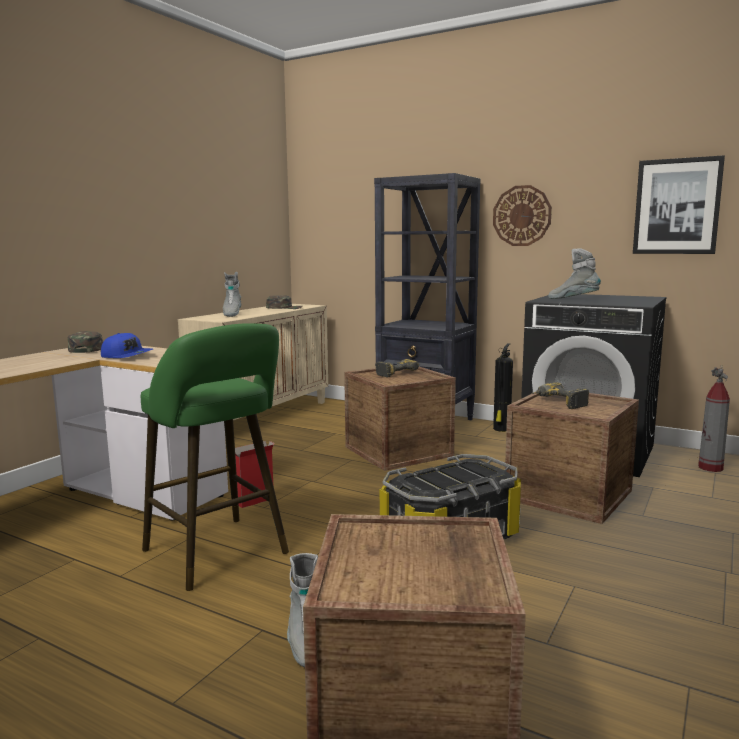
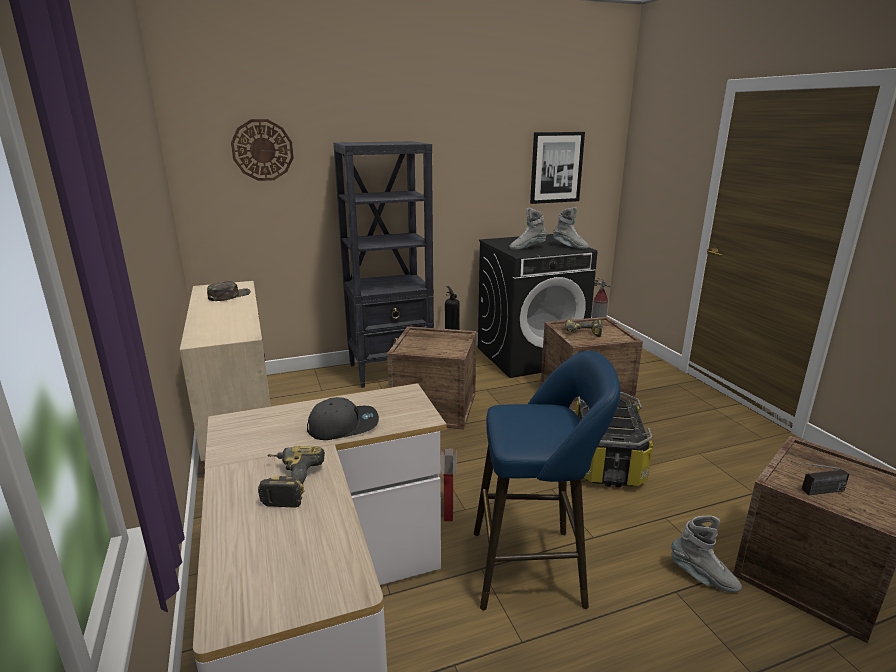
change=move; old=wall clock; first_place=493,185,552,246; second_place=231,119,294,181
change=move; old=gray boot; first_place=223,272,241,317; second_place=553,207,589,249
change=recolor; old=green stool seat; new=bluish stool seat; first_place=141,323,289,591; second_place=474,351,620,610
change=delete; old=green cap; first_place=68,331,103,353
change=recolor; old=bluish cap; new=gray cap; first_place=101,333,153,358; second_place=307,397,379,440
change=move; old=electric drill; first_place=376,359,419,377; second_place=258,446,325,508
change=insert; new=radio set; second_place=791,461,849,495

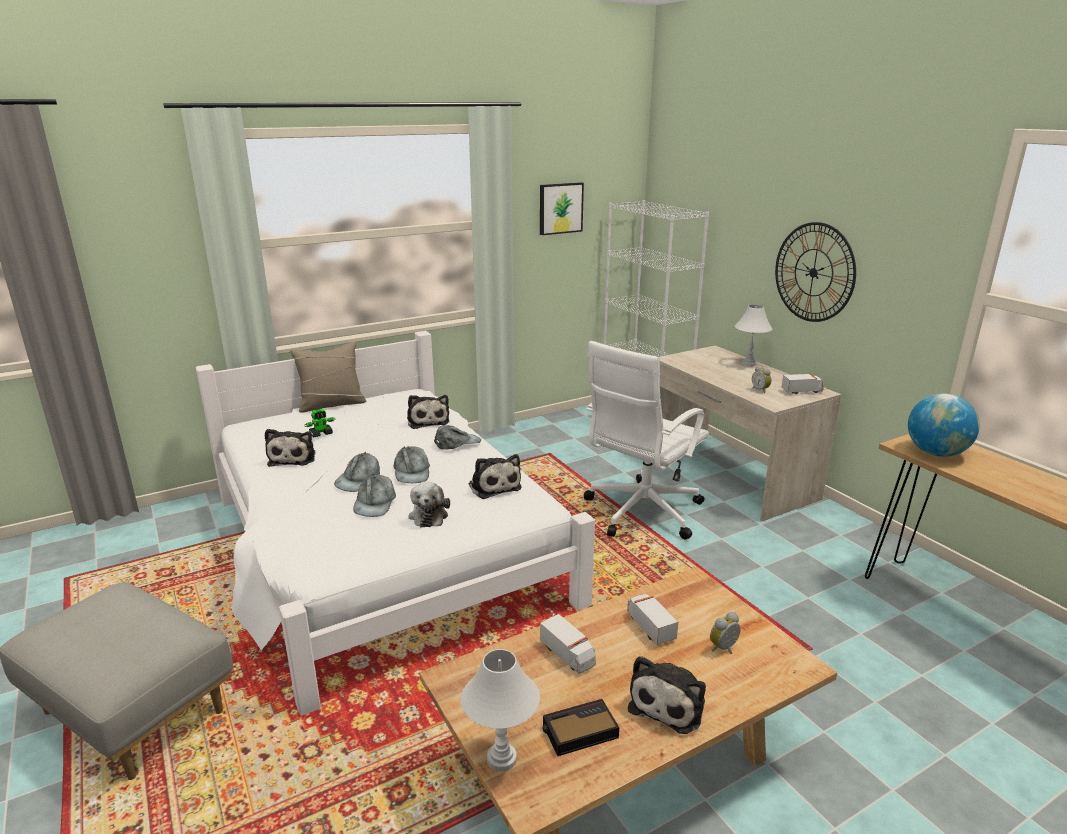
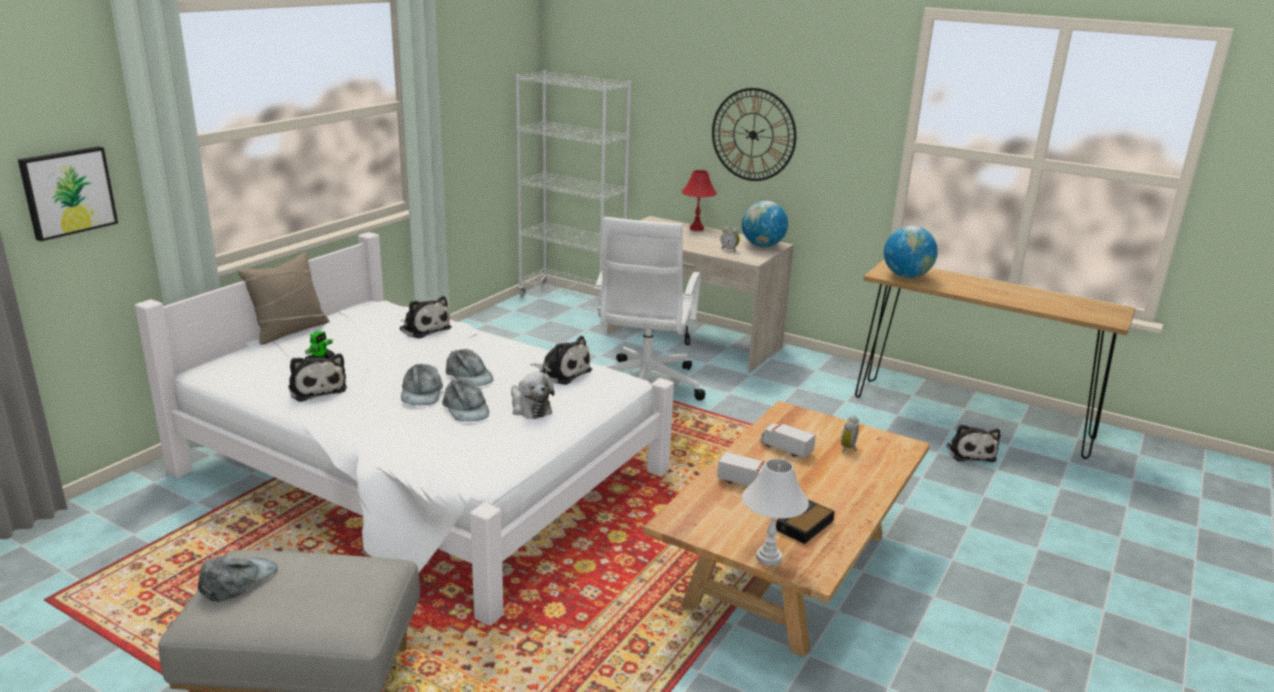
change=move; old=wall picture; first_place=540,182,584,235; second_place=18,146,118,241
change=recolor; old=white-coloured table lamp; new=reddish table lamp; first_place=735,305,772,367; second_place=681,170,717,231
change=replace; old=toy truck; new=world globe; first_place=782,373,824,394; second_place=742,201,788,247
change=move; old=gray cap; first_place=434,425,481,450; second_place=198,555,278,602
change=move; old=soft toy; first_place=628,656,706,734; second_place=947,424,1000,462

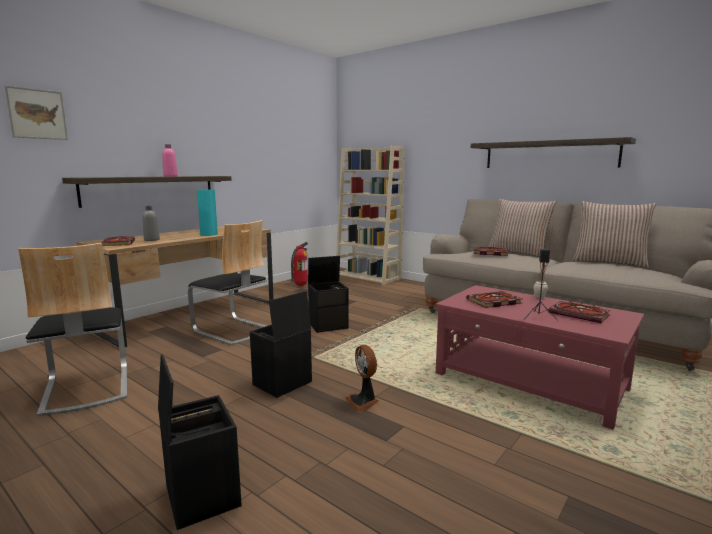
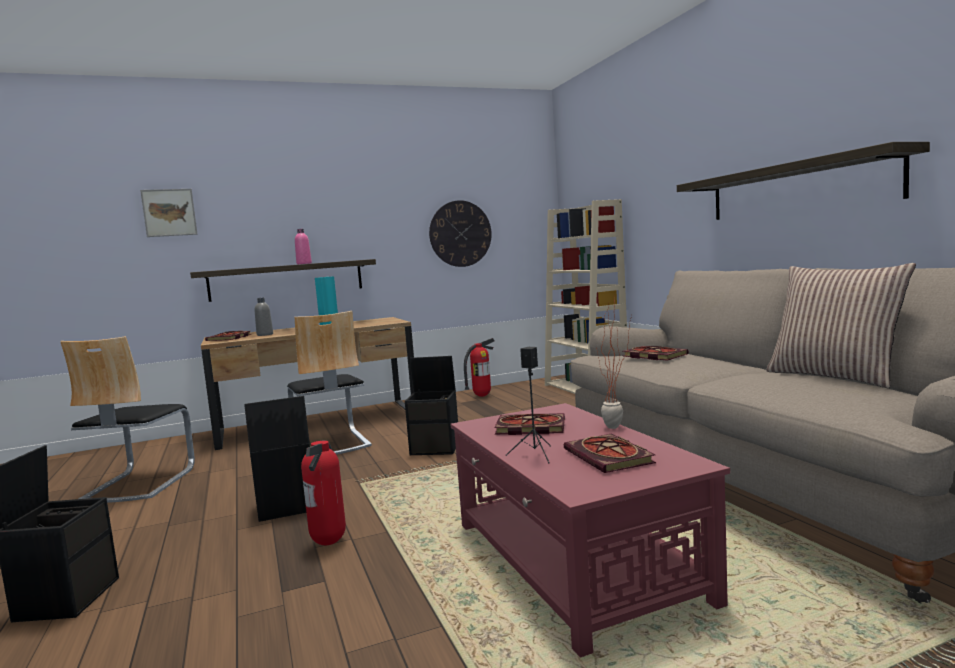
change=delete; old=throw pillow; first_place=488,199,557,257
change=replace; old=cooling fan; new=fire-fighting cylinder; first_place=345,345,379,412; second_place=301,440,346,545
change=insert; new=wall clock; second_place=429,200,492,267

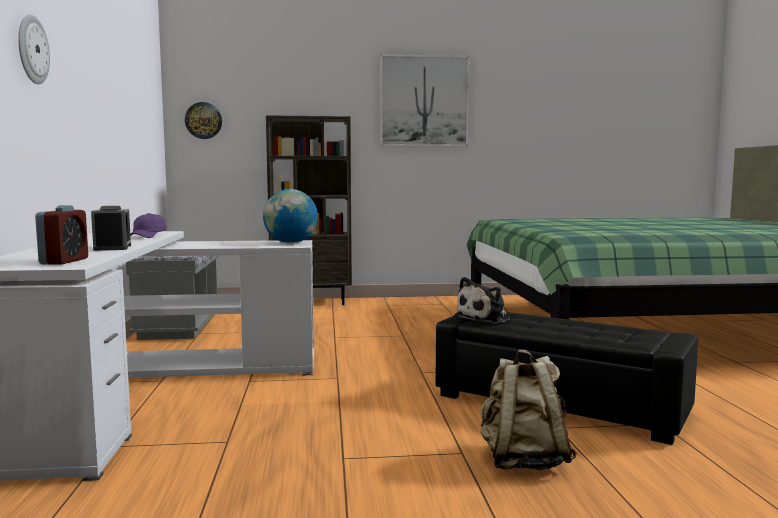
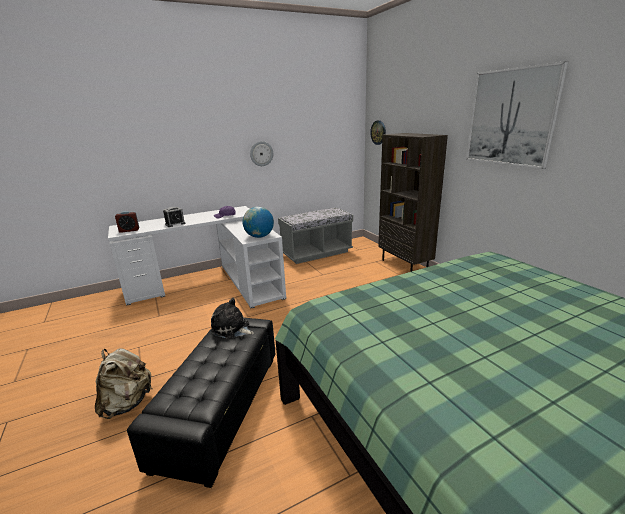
change=move; old=wall clock; first_place=18,15,50,84; second_place=250,141,273,166

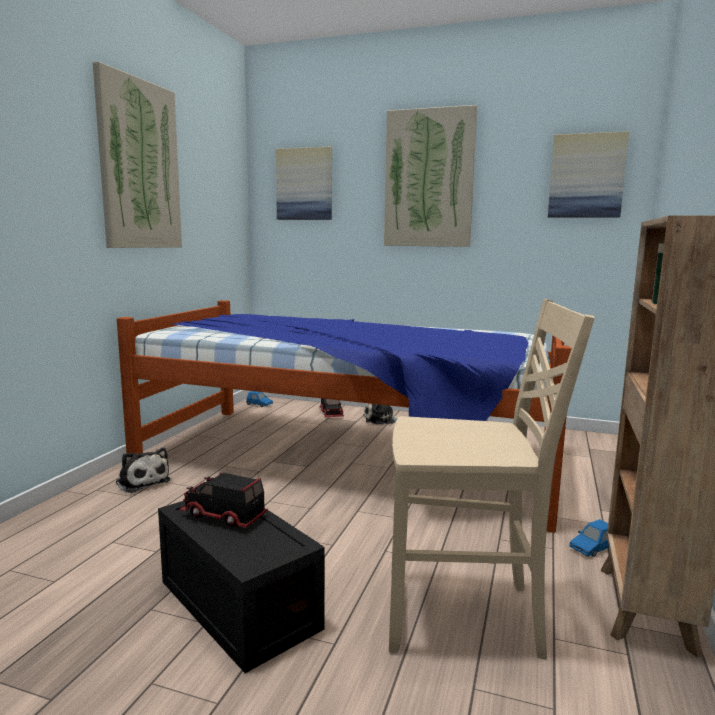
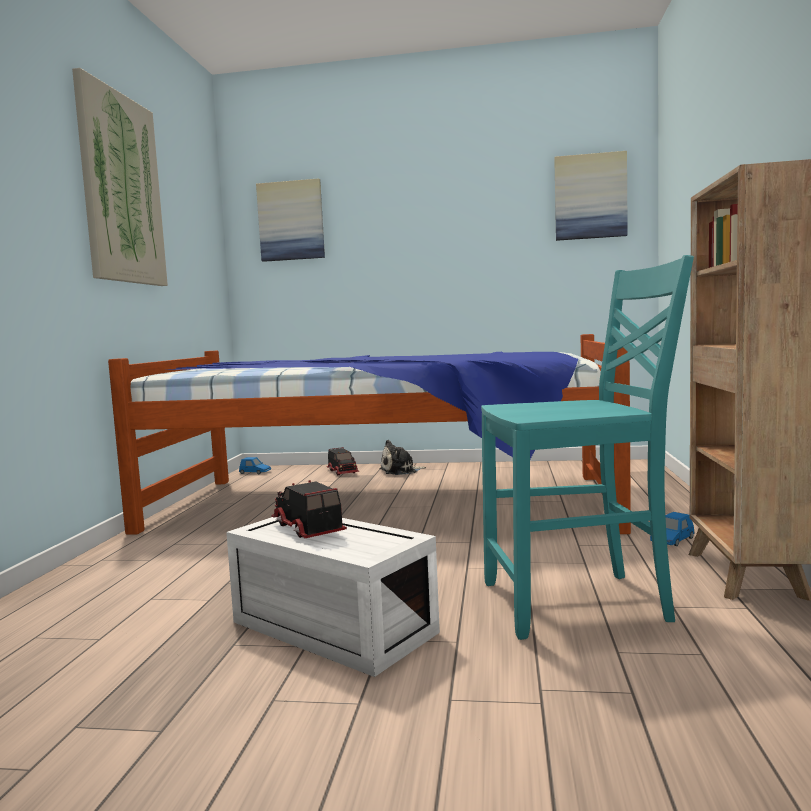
change=delete; old=wall picture; first_place=384,105,477,247
change=recolor; old=beige plain chair; new=turquoise plain chair; first_place=389,299,595,660; second_place=481,255,694,640
change=delete; old=soft toy; first_place=116,447,170,493
change=rotate; old=toy truck; first_place=179,473,268,528; second_place=271,480,347,538; degrees=45
change=recolor; old=black-coloured storage bin; new=white-coloured storage bin; first_place=158,501,325,673; second_place=226,517,440,677

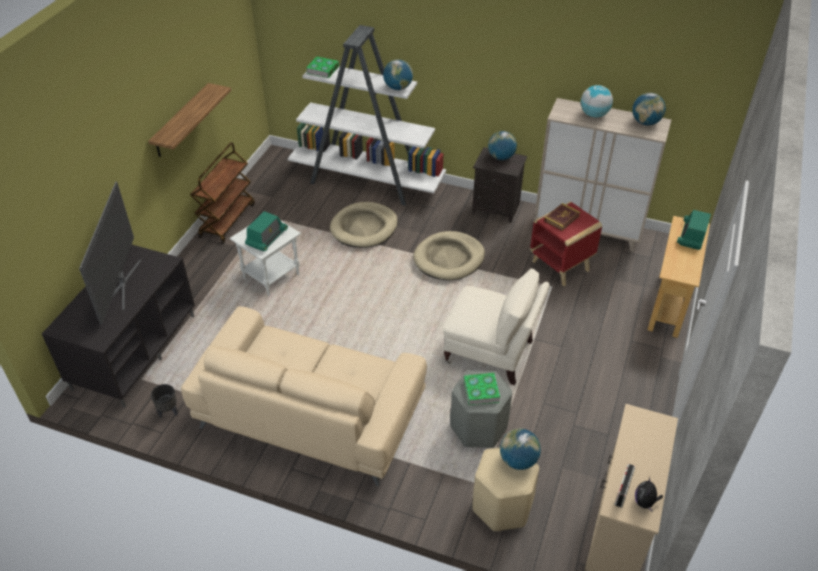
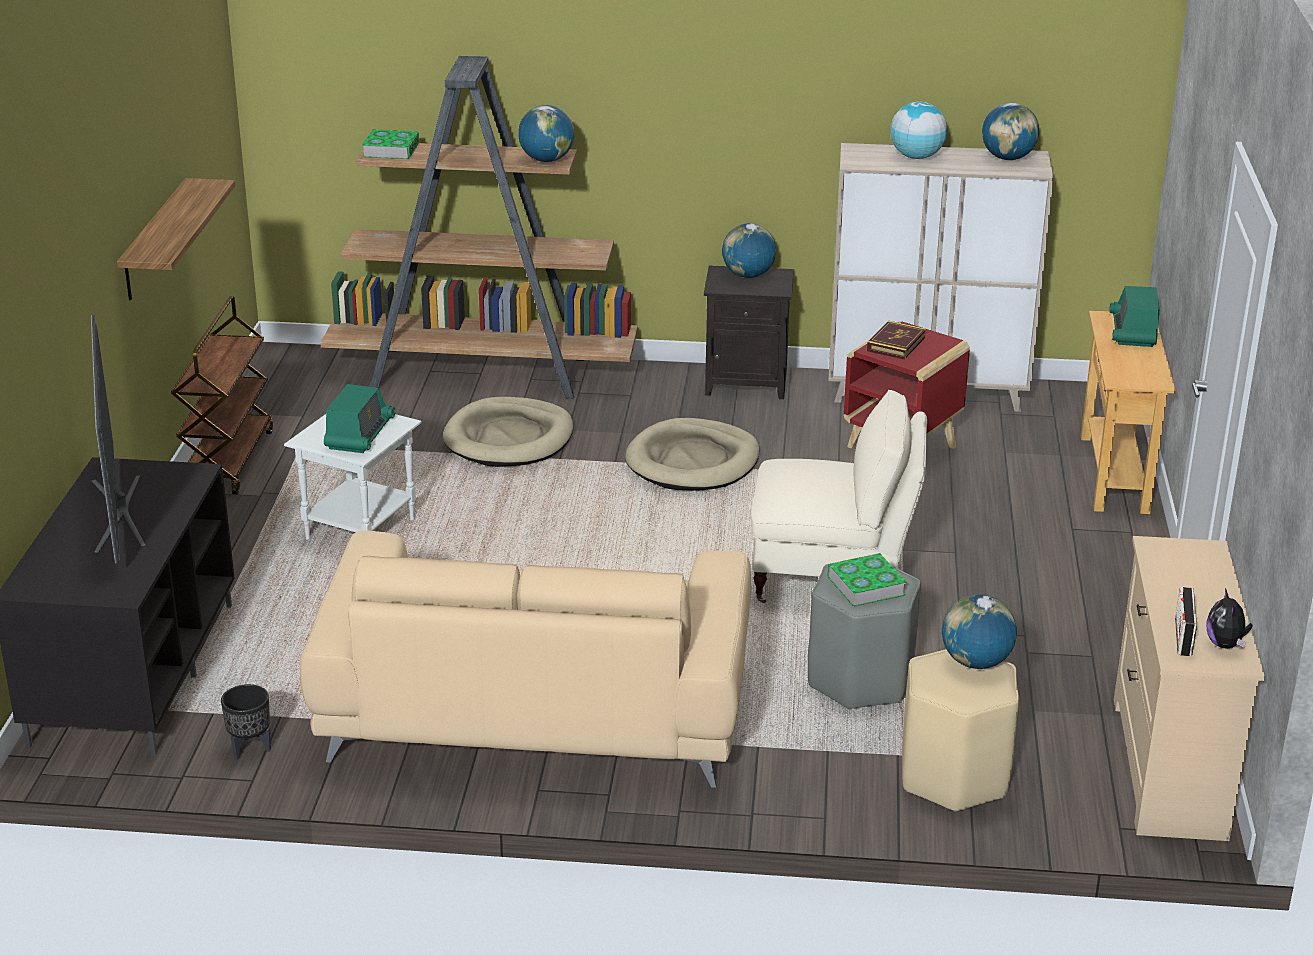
change=recolor; old=white-coloured shelving unit; new=brown-coloured shelving unit; first_place=288,25,446,206; second_place=320,56,638,399

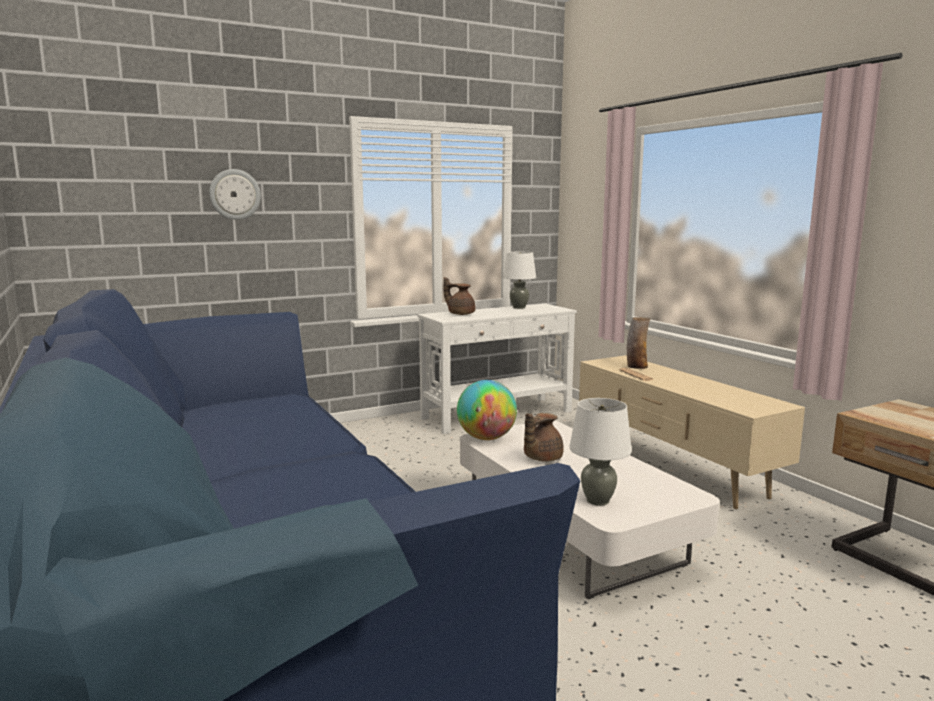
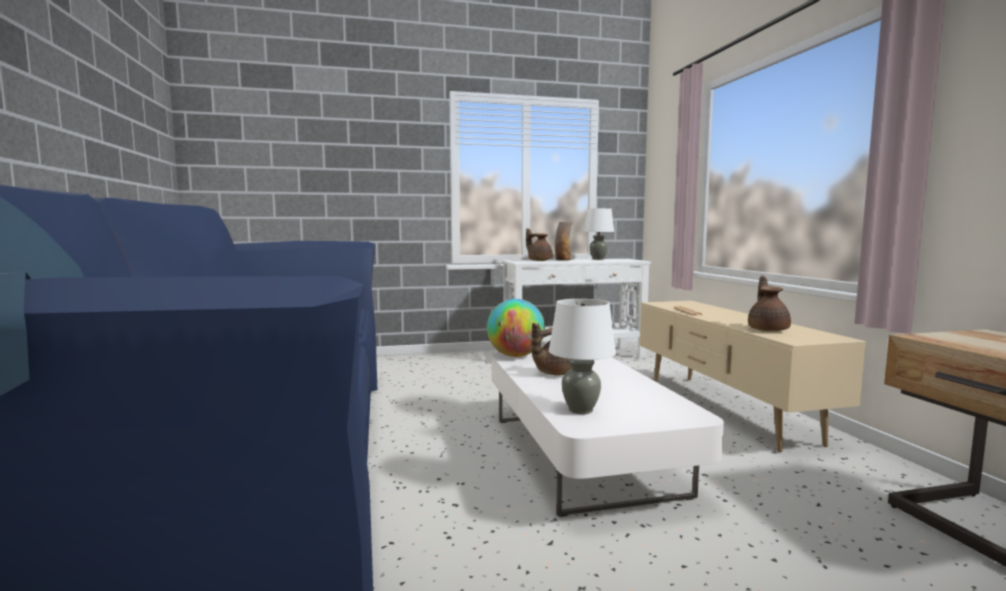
change=delete; old=wall clock; first_place=209,169,261,220
change=move; old=flower vase; first_place=627,317,650,369; second_place=555,221,573,260
change=insert; new=brown-coloured pot for tea; second_place=748,276,791,331

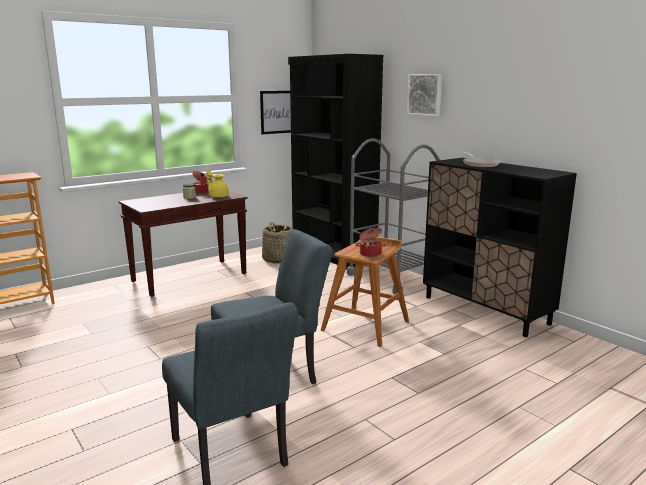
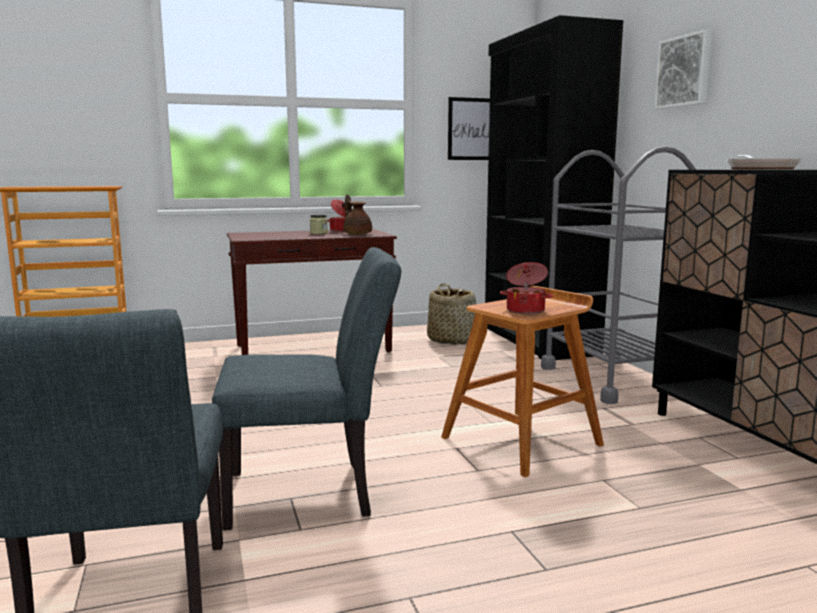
change=recolor; old=yellow pot for tea; new=brown-coloured pot for tea; first_place=206,169,229,198; second_place=343,194,372,235

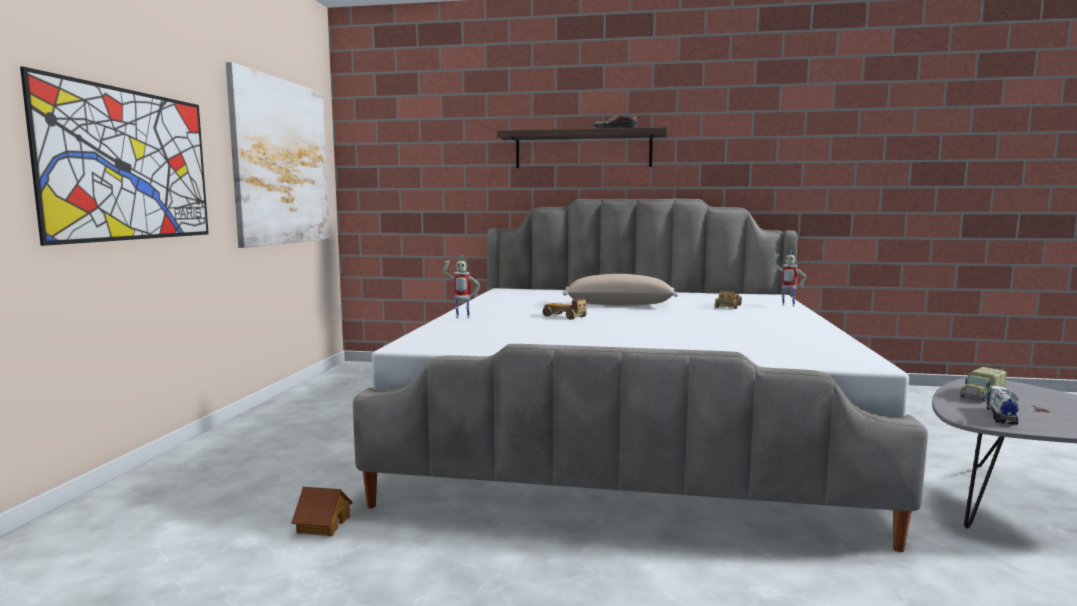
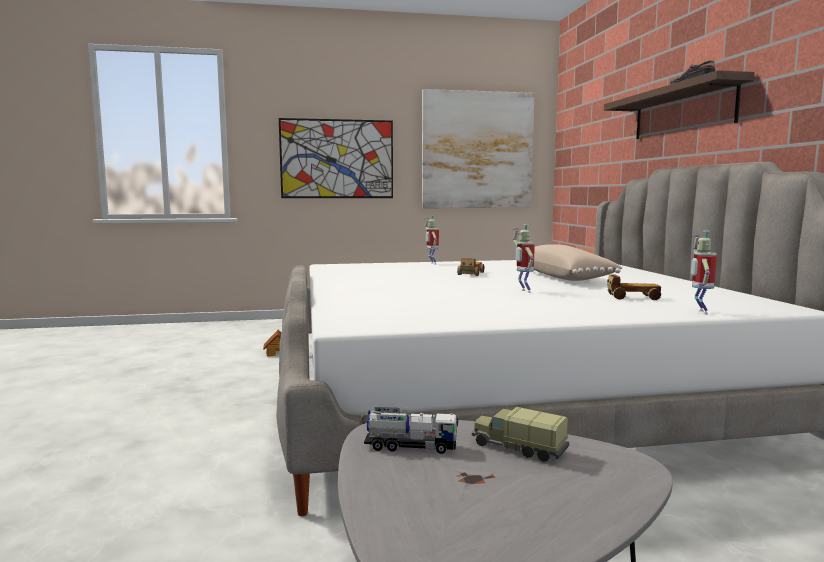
change=insert; new=toy robot; second_place=512,224,535,293

